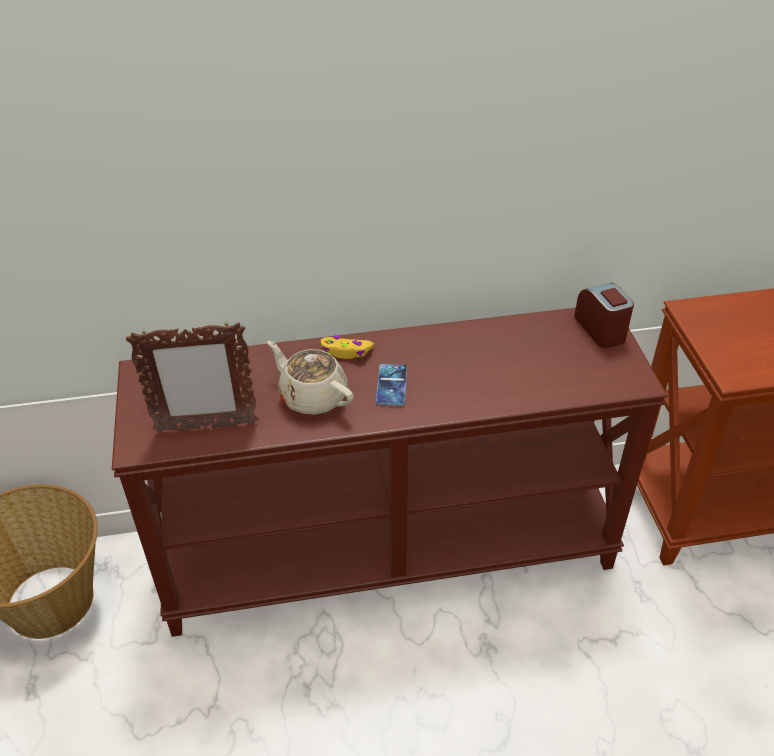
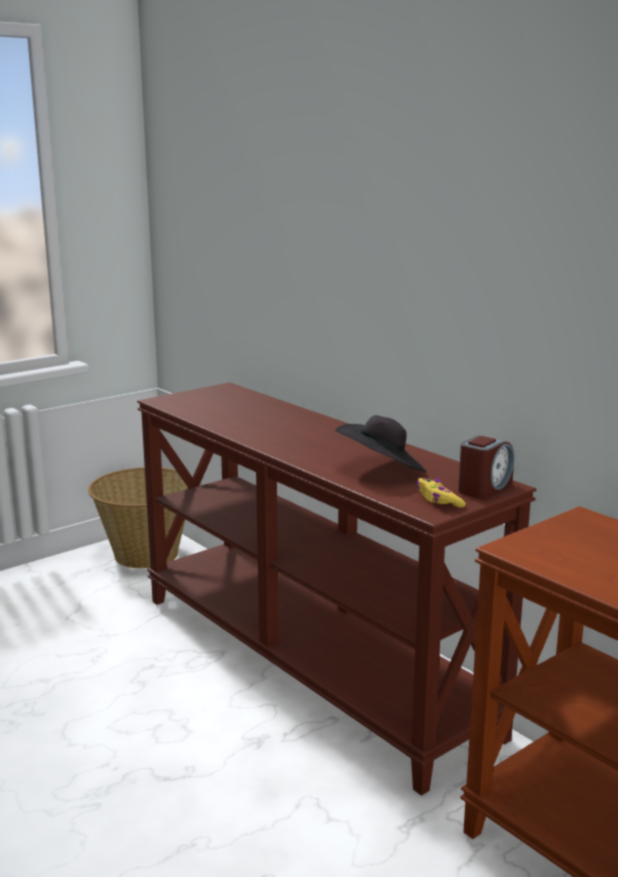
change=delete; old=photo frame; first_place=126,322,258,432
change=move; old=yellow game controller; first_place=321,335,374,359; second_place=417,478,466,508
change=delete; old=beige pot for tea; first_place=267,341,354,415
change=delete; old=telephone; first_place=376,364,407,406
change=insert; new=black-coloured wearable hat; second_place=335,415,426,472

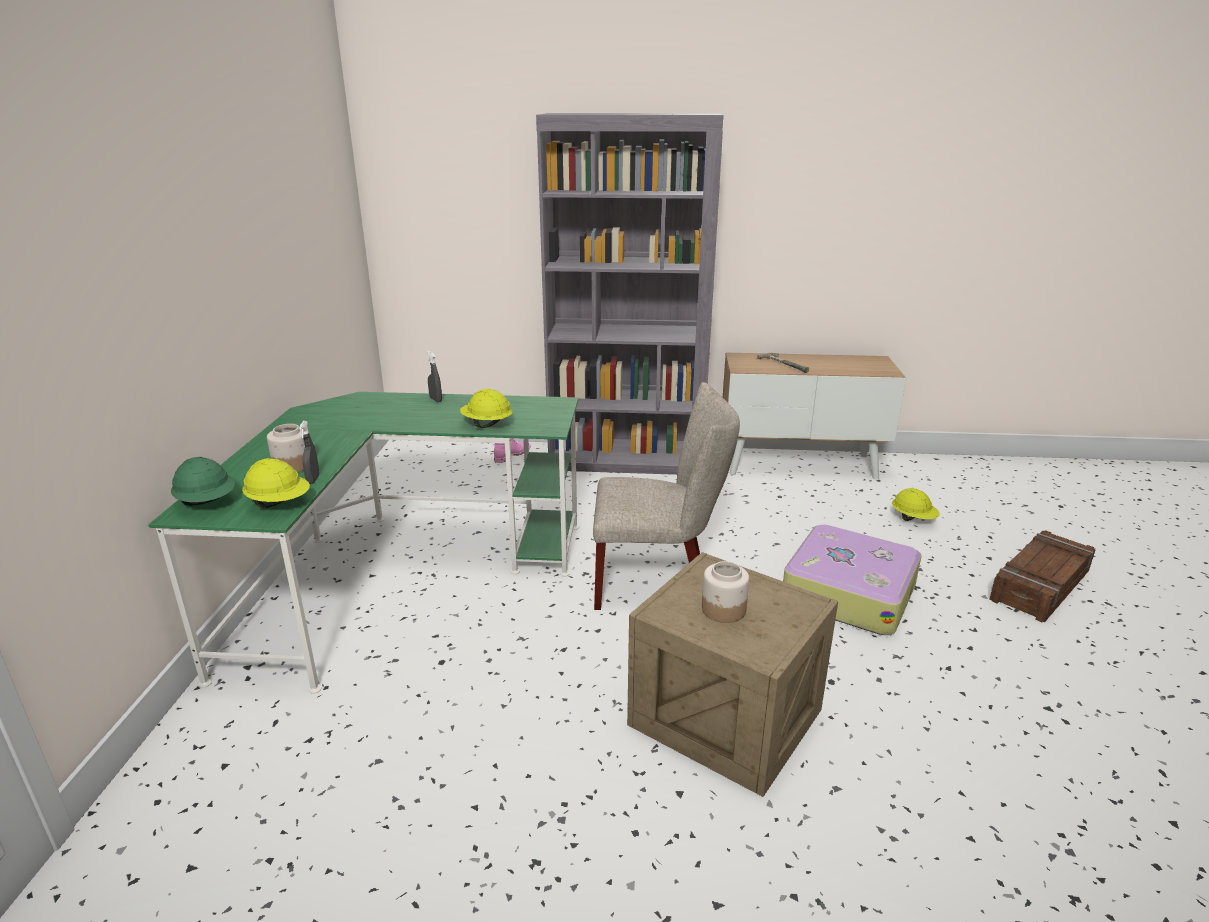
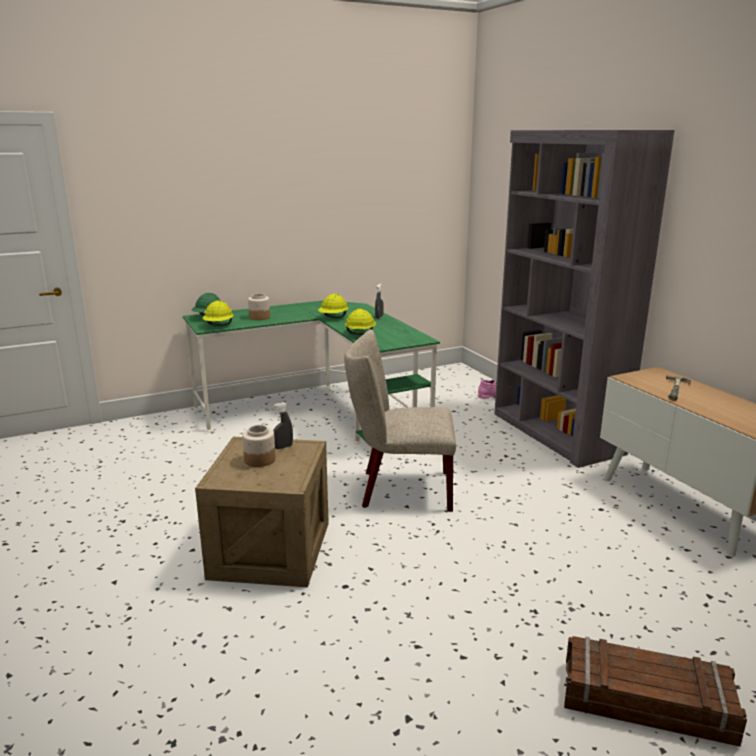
change=rotate; old=beige plain chair; first_place=593,382,740,610; second_place=344,329,456,512; degrees=120
change=move; old=gray sprayer; first_place=299,421,320,484; second_place=273,402,293,449
change=move; old=yellow safety helmet; first_place=892,488,940,521; second_place=318,294,348,318
change=delete; old=suitcase; first_place=783,525,921,635

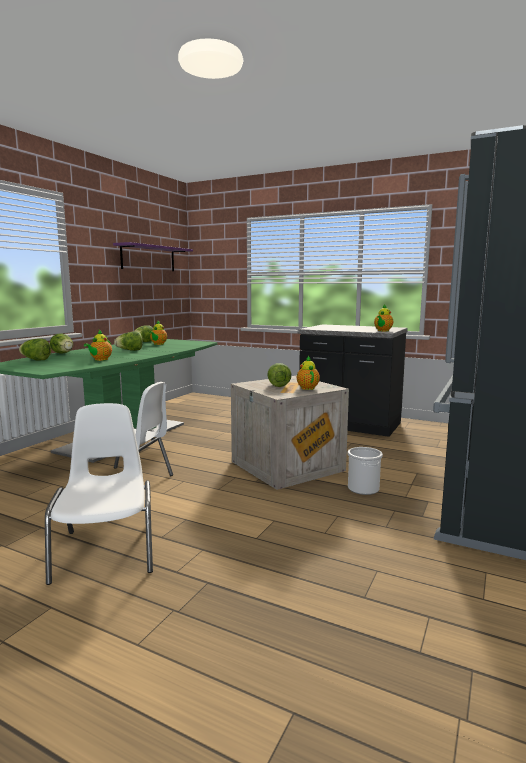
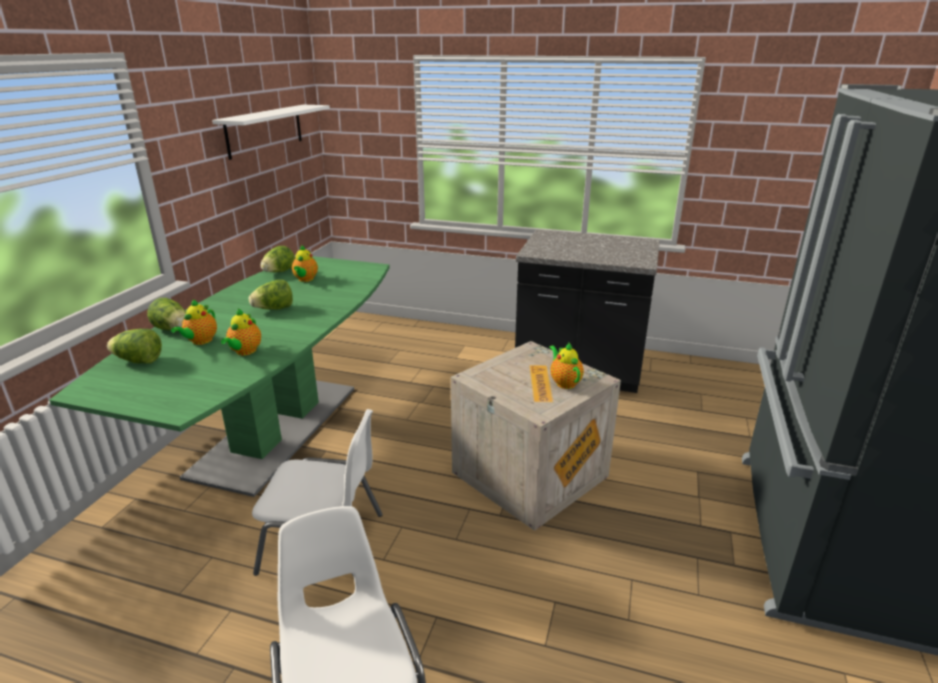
change=recolor; old=purple wall shelf; new=white-coloured wall shelf; first_place=113,242,193,271; second_place=212,105,330,160
change=move; old=pot for tea; first_place=374,304,393,331; second_place=171,299,217,345
change=delete; old=lettuce; first_place=267,363,292,387
change=delete; old=pail; first_place=347,447,383,495

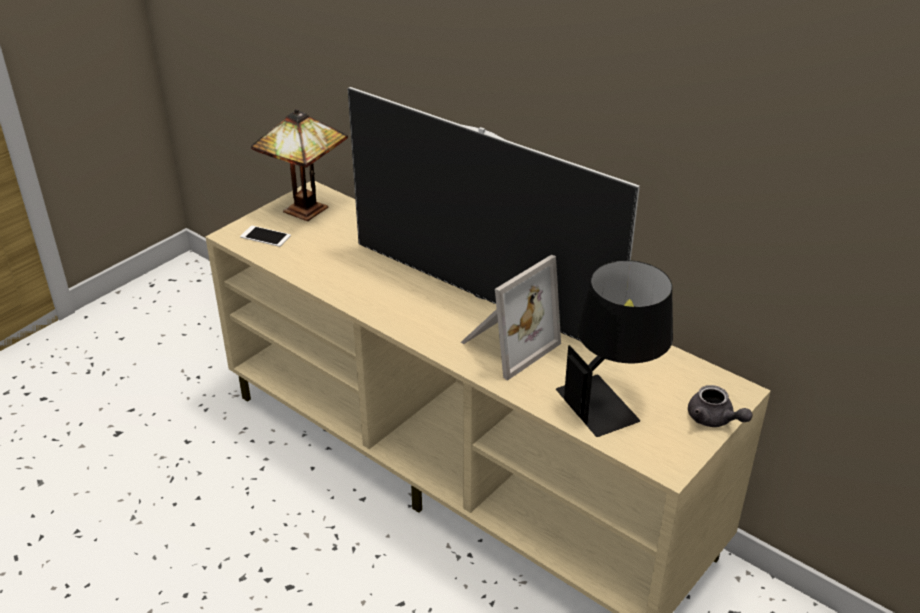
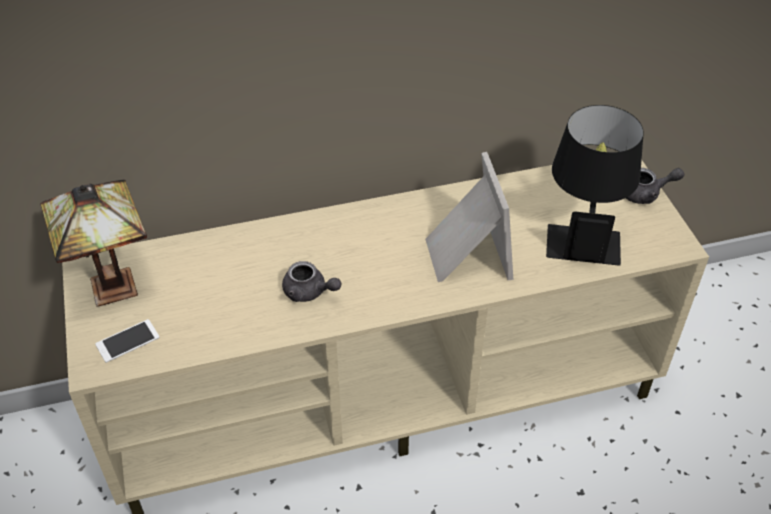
change=delete; old=television; first_place=348,87,640,341
change=insert; new=gray pot for tea; second_place=282,261,341,302

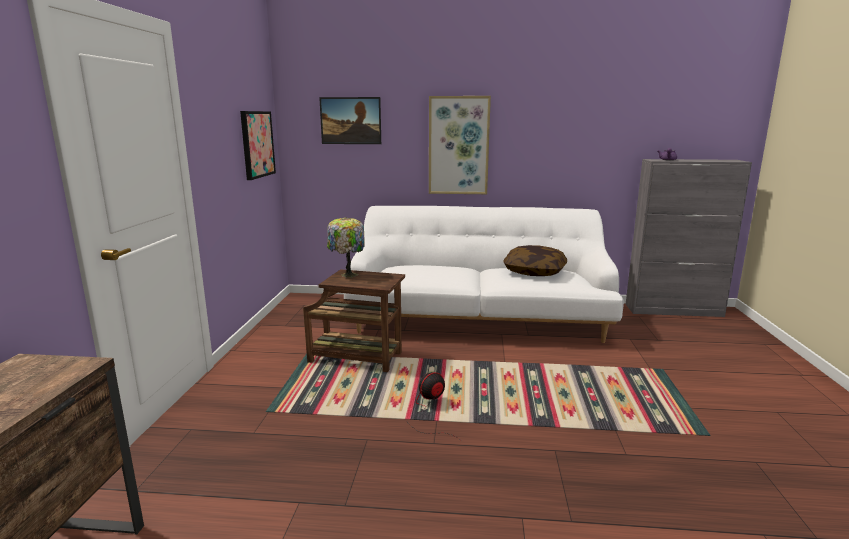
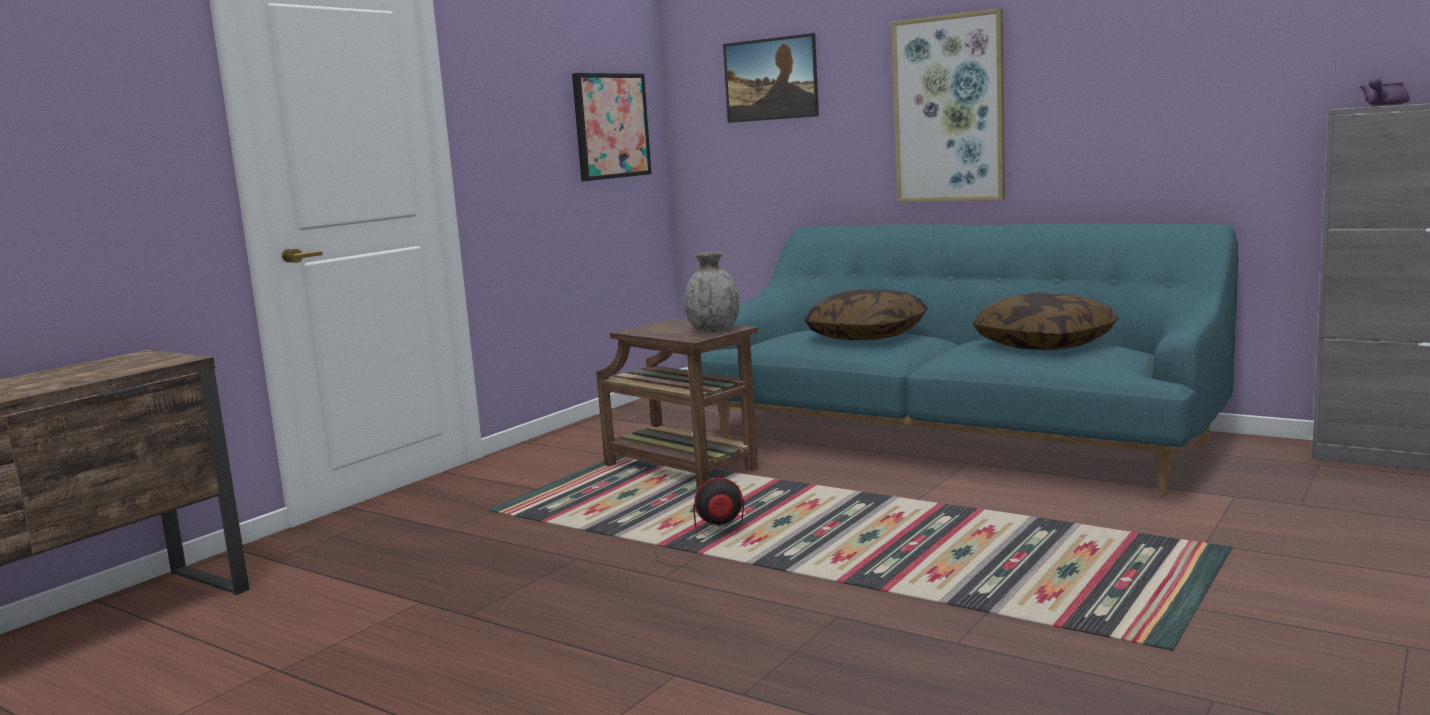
change=recolor; old=white-coloured sofa; new=turquoise sofa; first_place=344,206,624,343; second_place=701,223,1238,496
change=delete; old=table lamp; first_place=327,217,364,278
change=insert; new=gray flower vase; second_place=684,252,740,332
change=insert; new=throw pillow; second_place=805,289,928,340

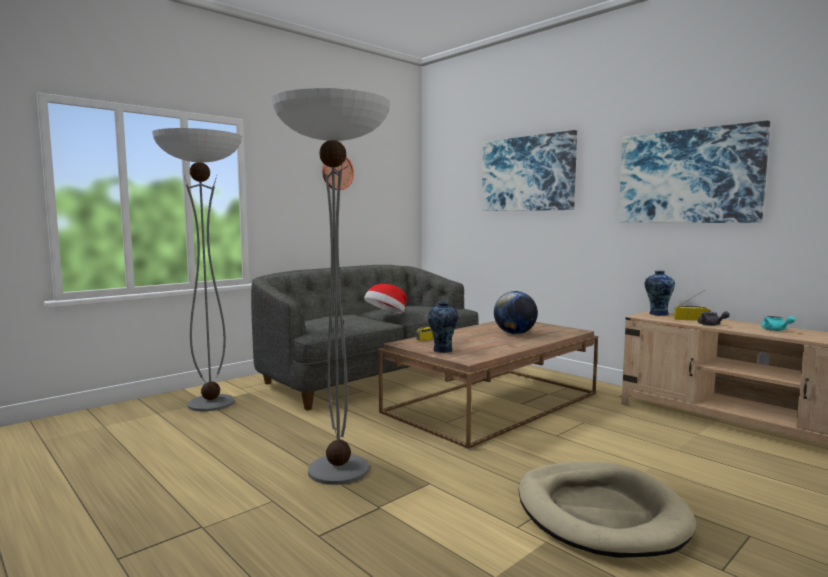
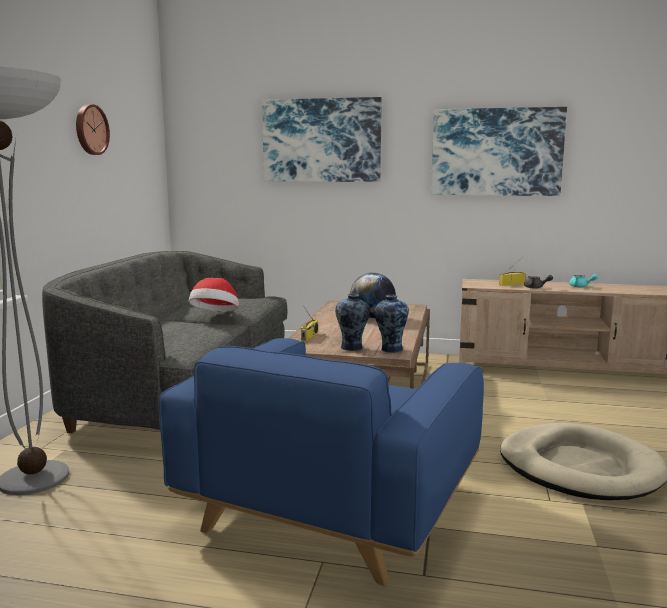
change=replace; old=standing lamp; new=bluish easy chair; first_place=272,88,390,485; second_place=159,338,484,586
change=move; old=flower vase; first_place=645,271,675,316; second_place=374,295,409,353

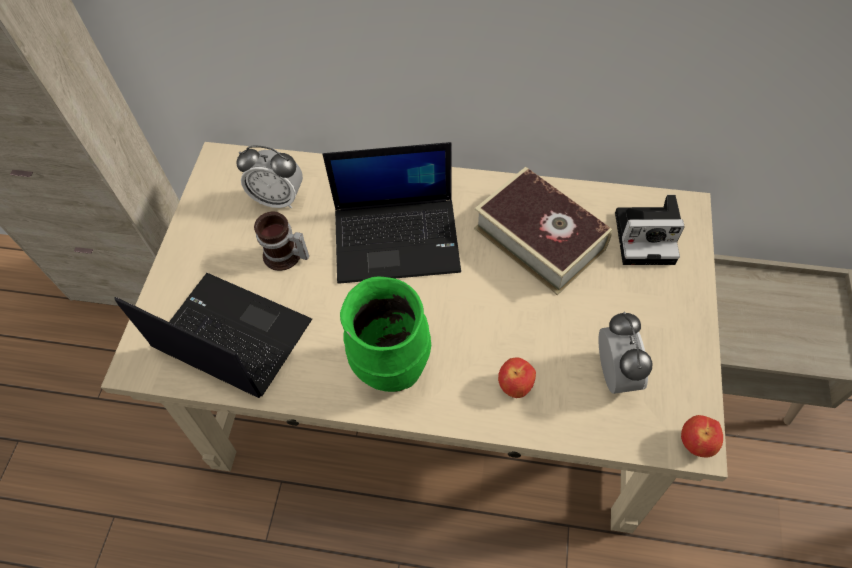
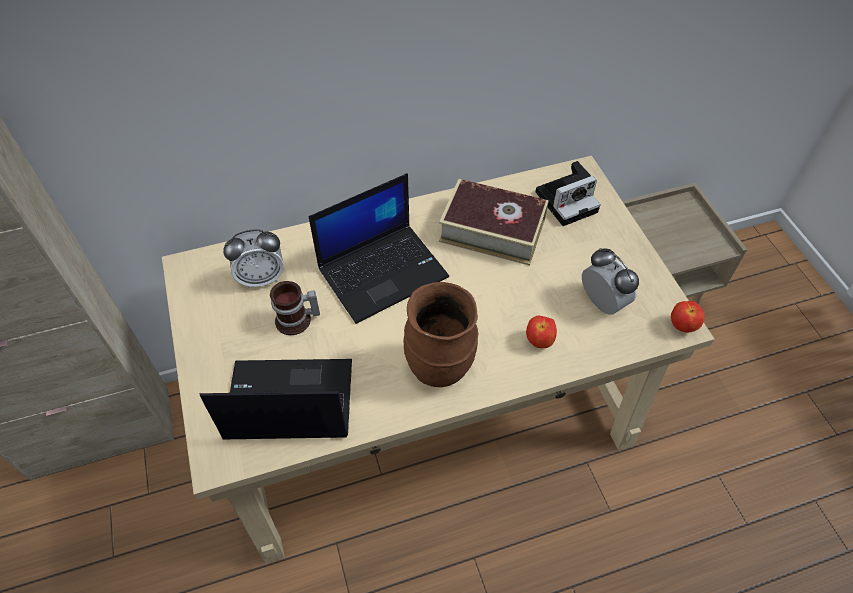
change=recolor; old=green flower vase; new=brown-coloured flower vase; first_place=340,276,431,392; second_place=404,282,479,387

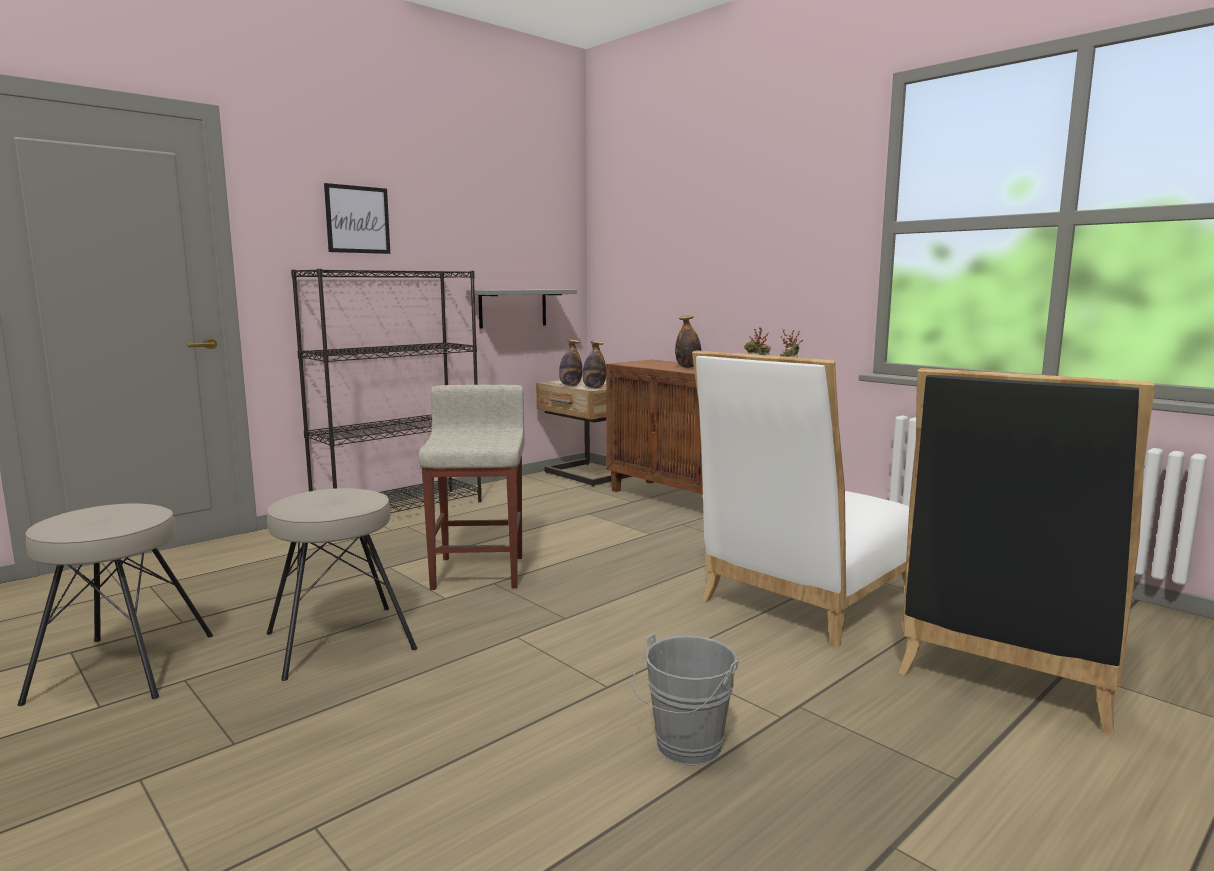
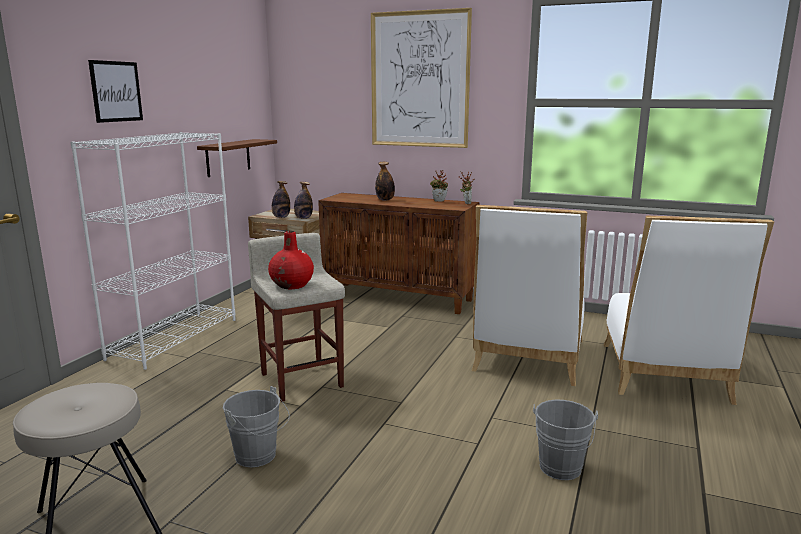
change=recolor; old=black-coloured shelving unit; new=white-coloured shelving unit; first_place=291,269,482,513; second_place=70,132,236,370
change=recolor; old=gray wall shelf; new=brown-coloured wall shelf; first_place=466,289,577,329; second_place=197,139,277,177
change=recolor; old=black-coloured plain chair; new=white-coloured plain chair; first_place=898,368,1155,735; second_place=604,216,774,405
change=replace; old=beige stool seat; new=gray pail; first_place=267,488,417,681; second_place=223,386,290,468
change=insert; new=wall picture; second_place=371,8,472,148
change=insert; new=reddish flower vase; second_place=268,231,314,289

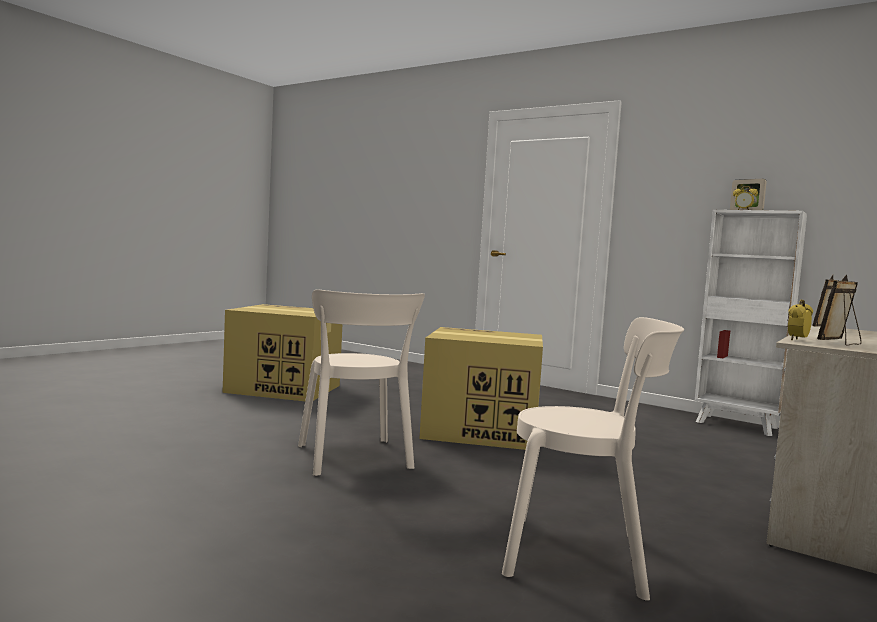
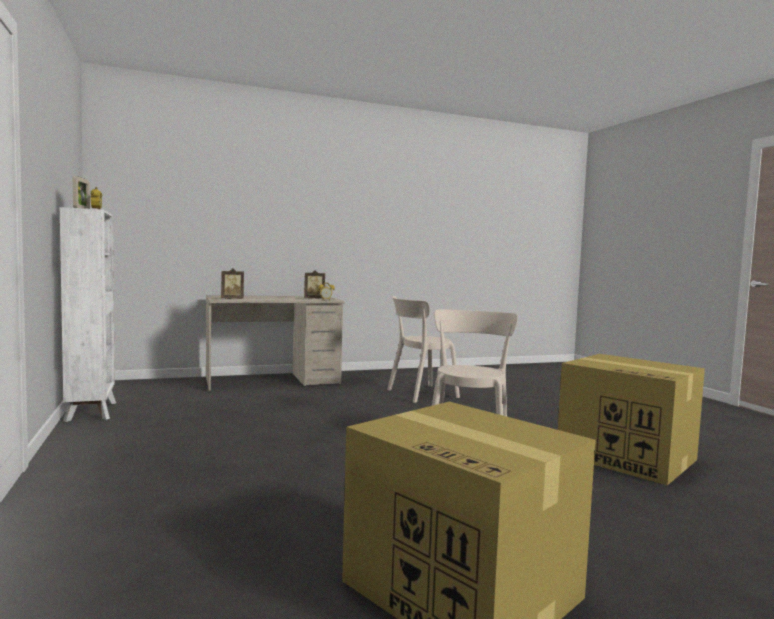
change=rotate; old=beige plain chair; first_place=502,317,684,601; second_place=387,296,460,403; degrees=-75
change=move; old=cardboard box; first_place=419,327,543,450; second_place=558,354,705,485

